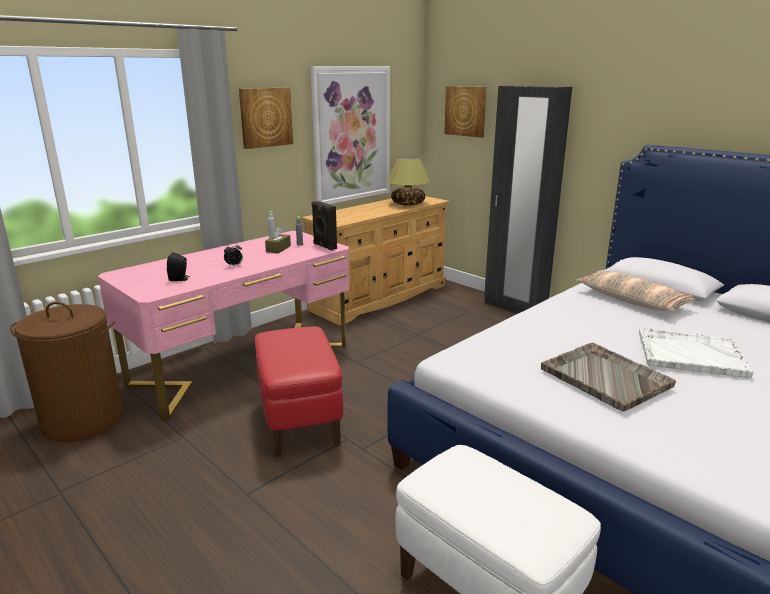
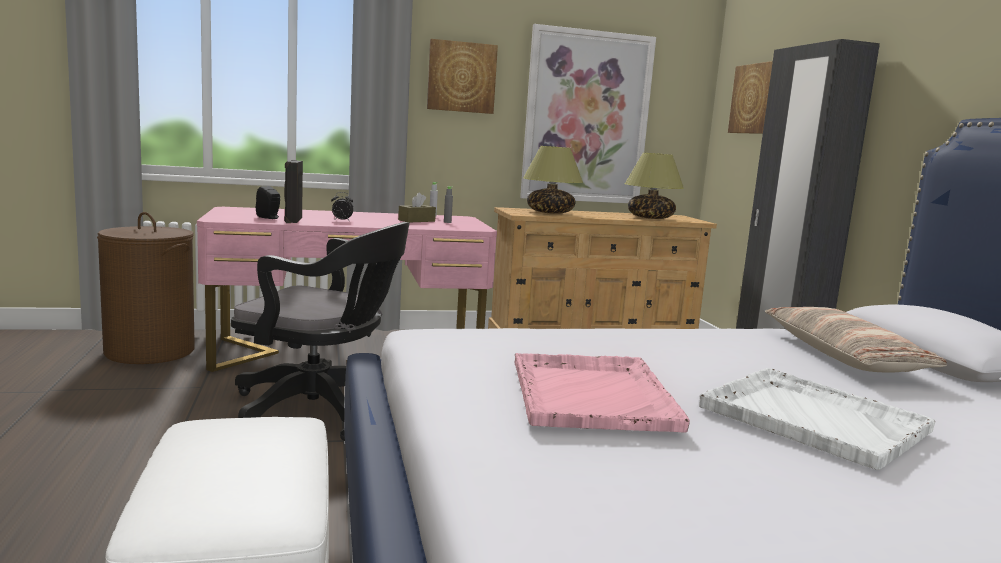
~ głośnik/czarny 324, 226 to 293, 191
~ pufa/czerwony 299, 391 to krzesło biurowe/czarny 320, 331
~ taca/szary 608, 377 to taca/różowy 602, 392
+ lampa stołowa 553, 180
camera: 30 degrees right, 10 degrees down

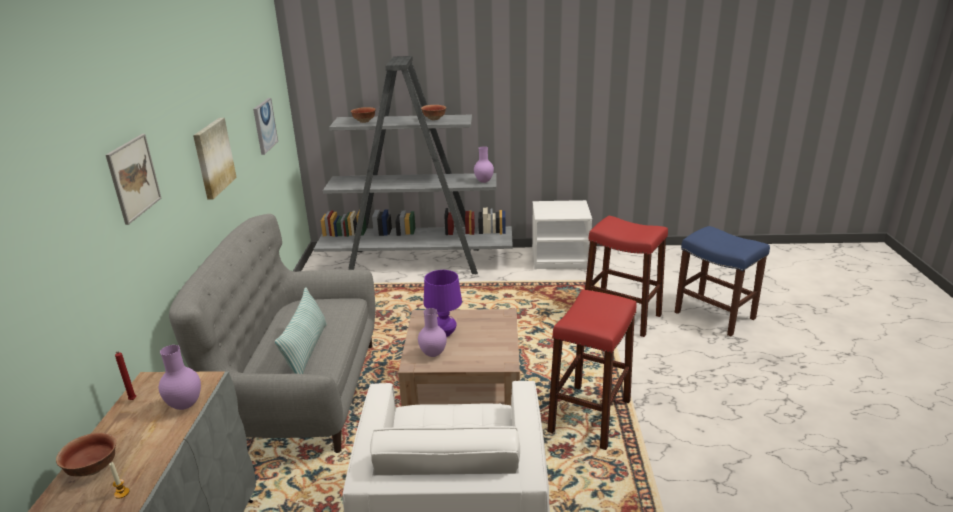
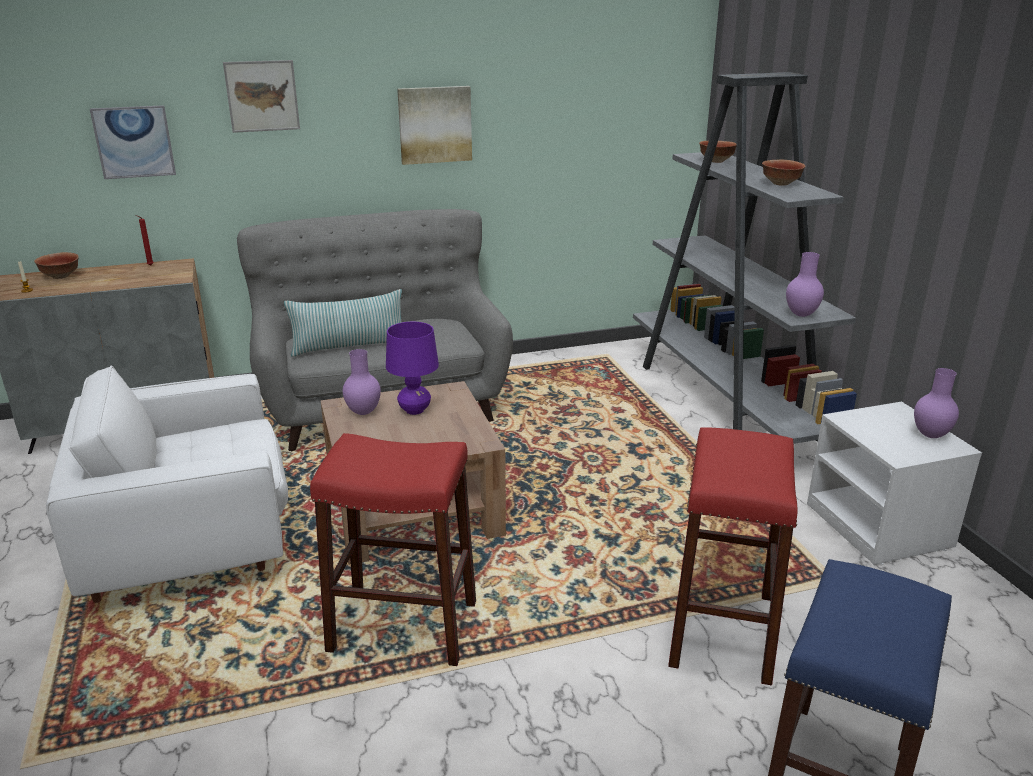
~ obraz 265, 126 to 133, 142
~ wazon/fioletowy 180, 377 to 936, 403
camera: 70 degrees right, 0 degrees up

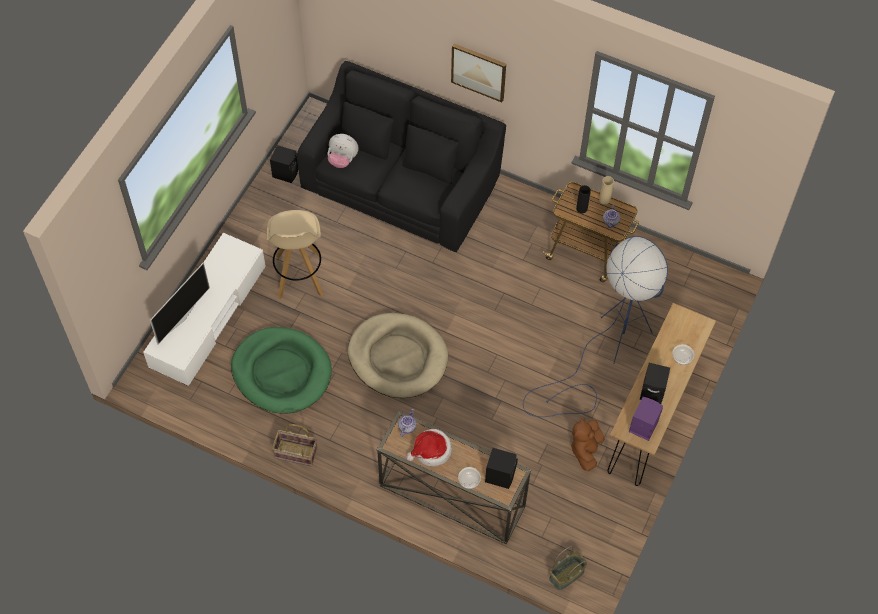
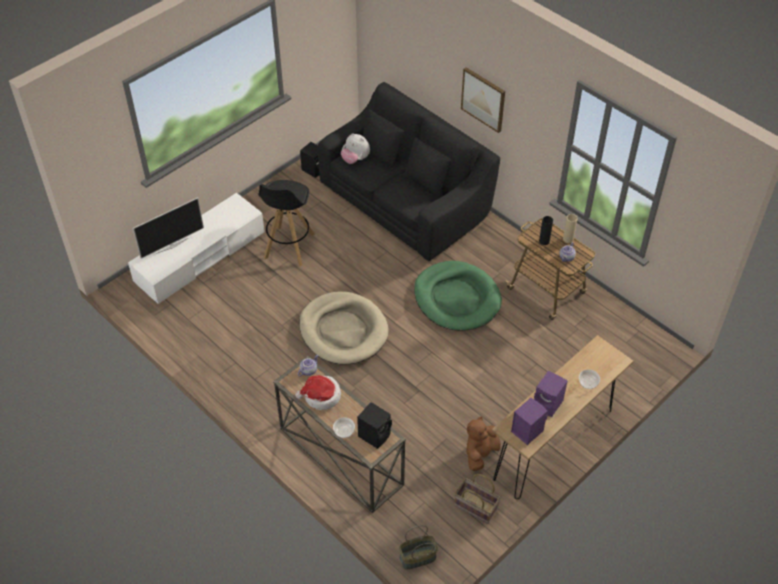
~ stołek/beżowy 295, 254 to stołek/czarny 287, 223
- lampa stojąca/niebieski 595, 326
~ legowisko/zielony 281, 370 to 458, 296
~ głośnik/czarny 655, 383 to głośnik/fioletowy 551, 393
~ koszyk 295, 445 to 477, 499
camera: 20 degrees right, 10 degrees down

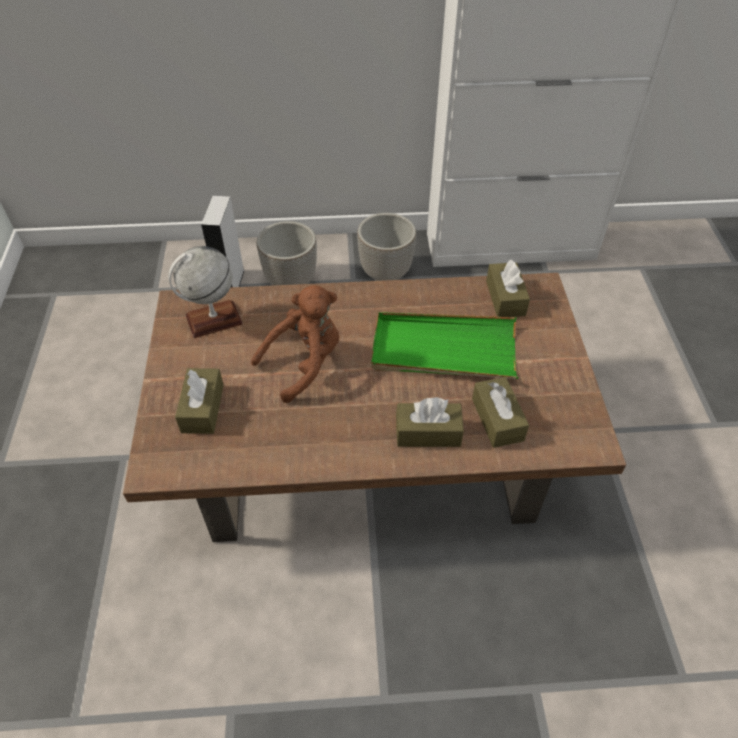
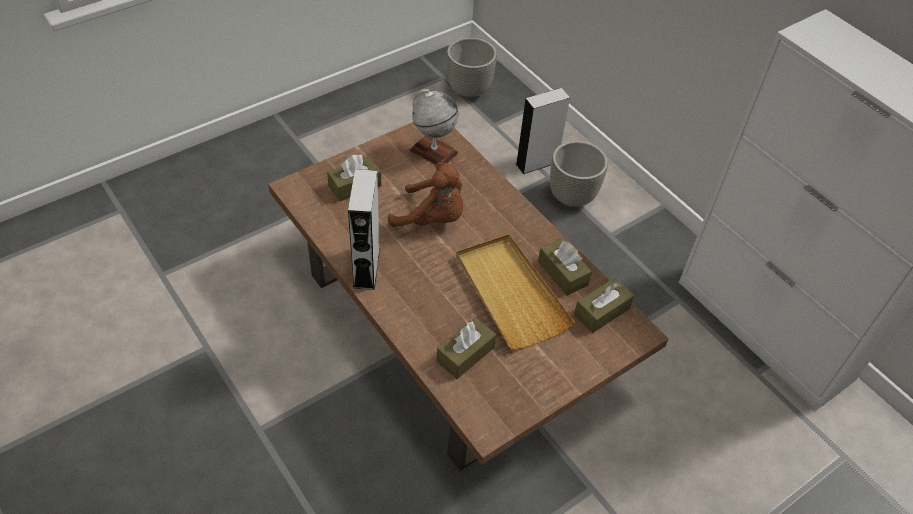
~ donica 386, 247 to 472, 68
~ taca/zielony 445, 345 to taca/beżowy 515, 292
~ pudełko chusteczek/brązowy 430, 422 to 565, 267
+ głośnik/szary 364, 229
camera: 55 degrees right, 0 degrees up

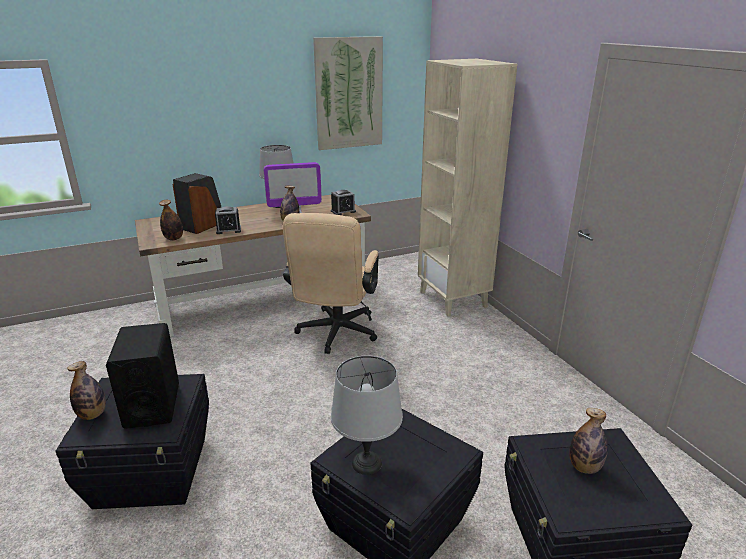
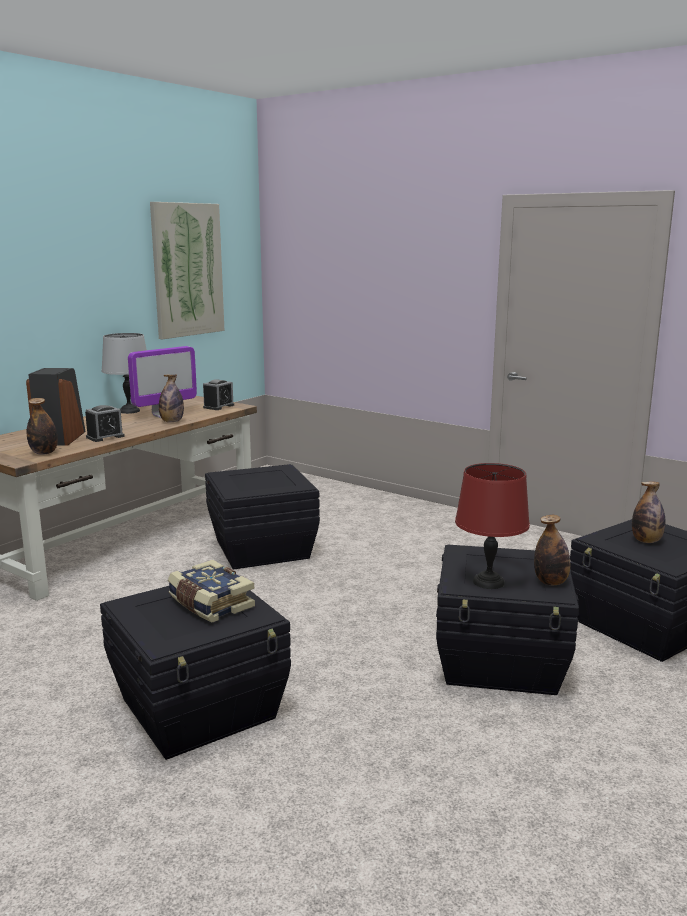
- regał/beżowy 467, 188
~ krzesło biurowe/beżowy 331, 283 to pojemnik do przechowywania/czarny 262, 517
~ głośnik/czarny 142, 376 to książka 211, 591
~ lampa stołowa/szary 367, 415 to lampa stołowa/czerwony 492, 526
~ butelka 86, 390 to 552, 550
camera: 30 degrees left, 10 degrees down

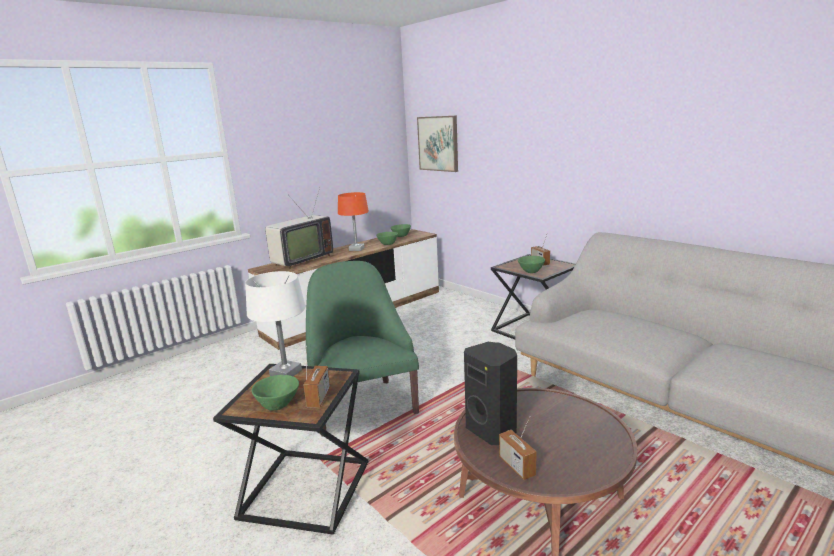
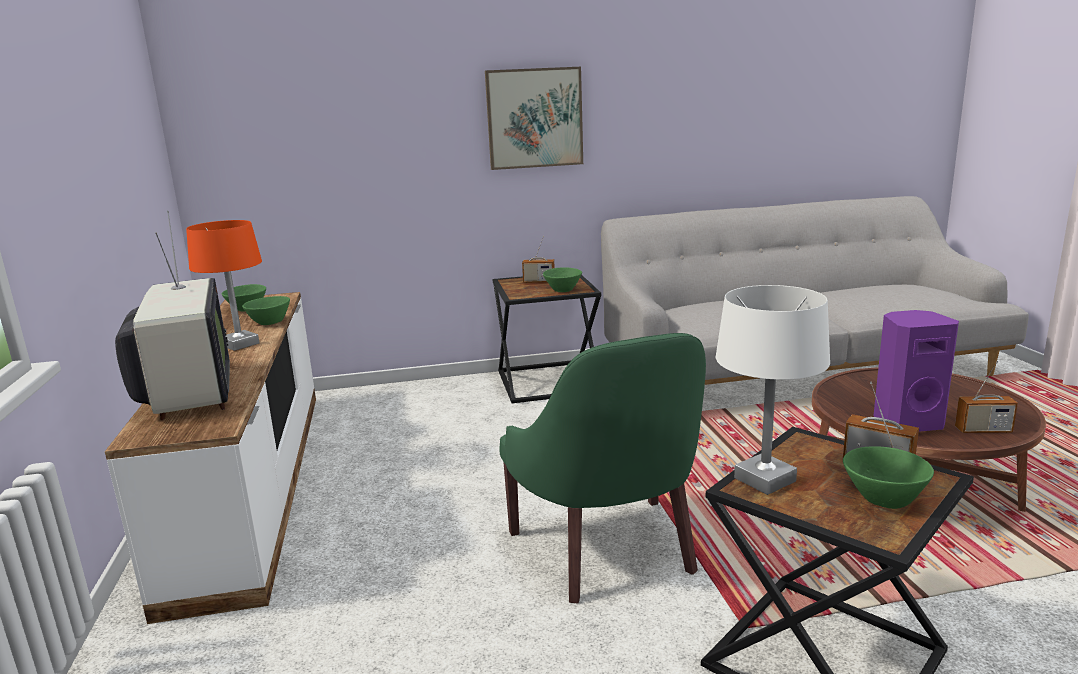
~ obraz 437, 143 to 534, 118
~ fotel/zielony 362, 349 = 602, 468 120 degrees counterclockwise
~ głośnik/czarny 490, 393 to głośnik/fioletowy 916, 371
camera: 60 degrees left, 0 degrees up

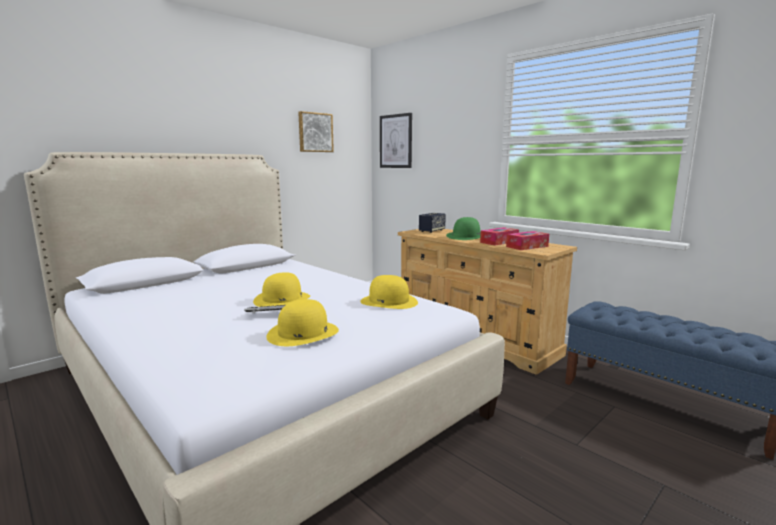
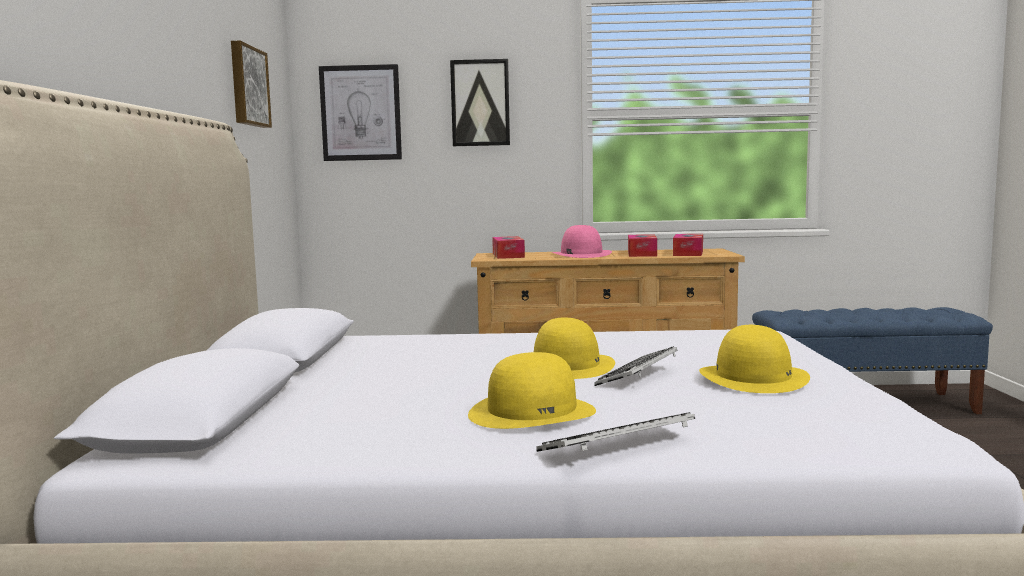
~ głośnik 432, 223 to pudełko chusteczek 508, 247
~ kapelusz/zielony 463, 228 to kapelusz/różowy 582, 241
~ kapelusz/żółty 389, 292 to 532, 390
+ obraz 480, 102
+ klawiatura 615, 432
camera: 45 degrees left, 5 degrees down

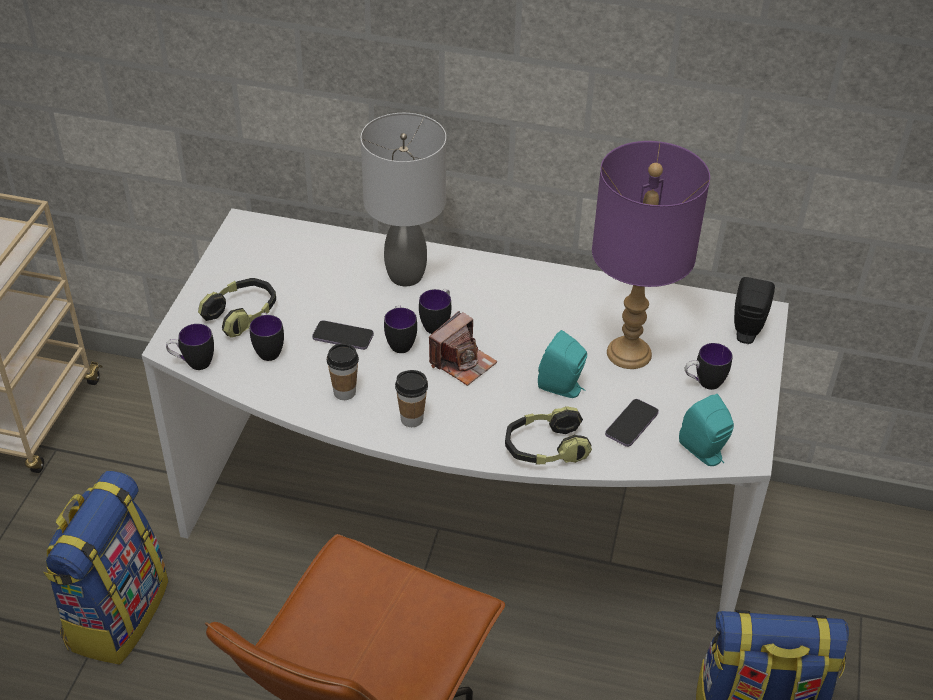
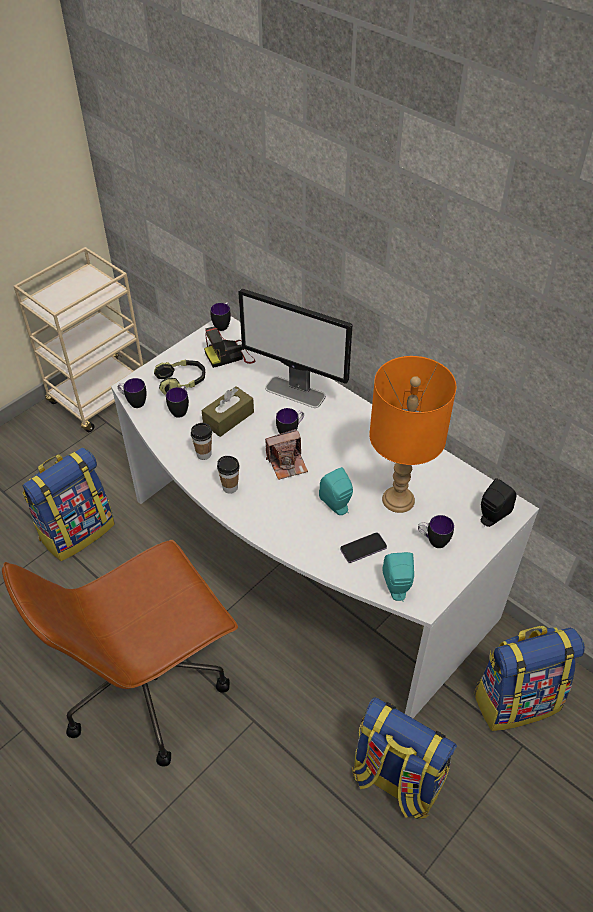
~ lampa stołowa/szary 403, 199 to monitor 295, 348
~ lampa stołowa/fioletowy 651, 255 to lampa stołowa/pomarańczowy 412, 434
~ kubek 400, 329 to 220, 316
~ telefon 343, 335 to pudełko chusteczek/brązowy 227, 411
- słuchawki 548, 435
+ aparat fotograficzny 229, 347
+ plecak 529, 678
camera: 30 degrees right, 5 degrees up

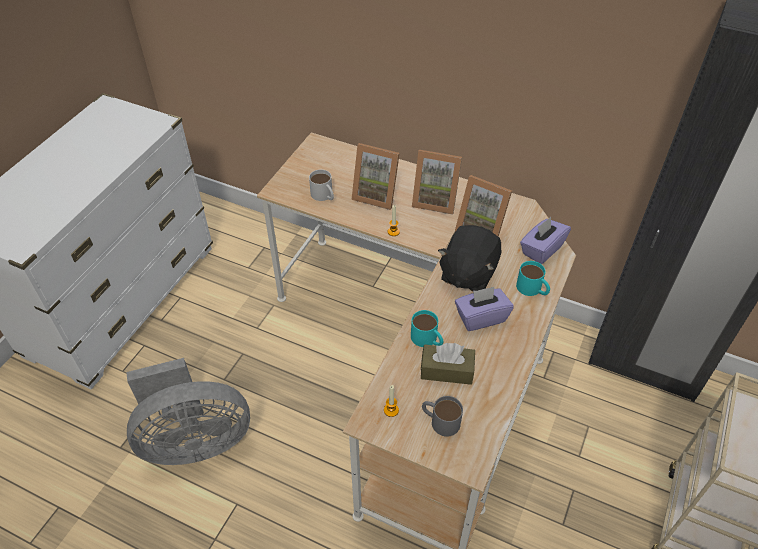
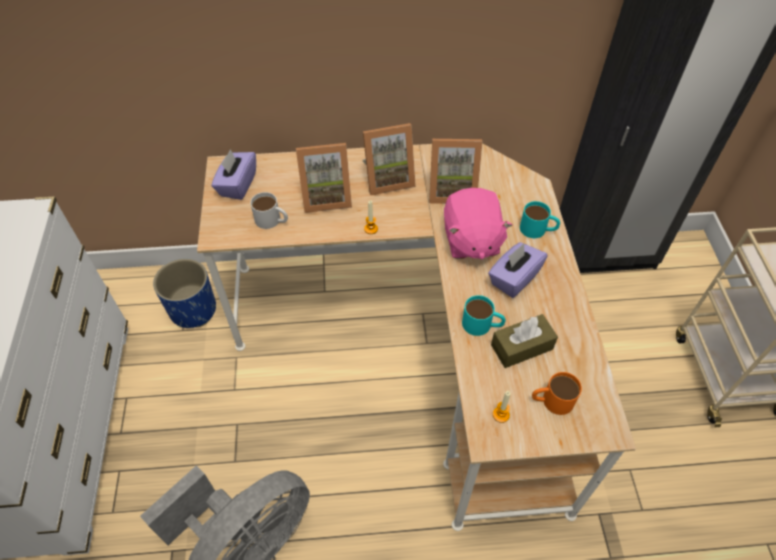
~ pudełko chusteczek/fioletowy 545, 240 to 233, 174
~ pluszak/czarny 470, 258 to pluszak/różowy 478, 223
~ kubek/szary 442, 416 to kubek/pomarańczowy 557, 393
+ donica/niebieski 184, 293
camera: 30 degrees left, 5 degrees up

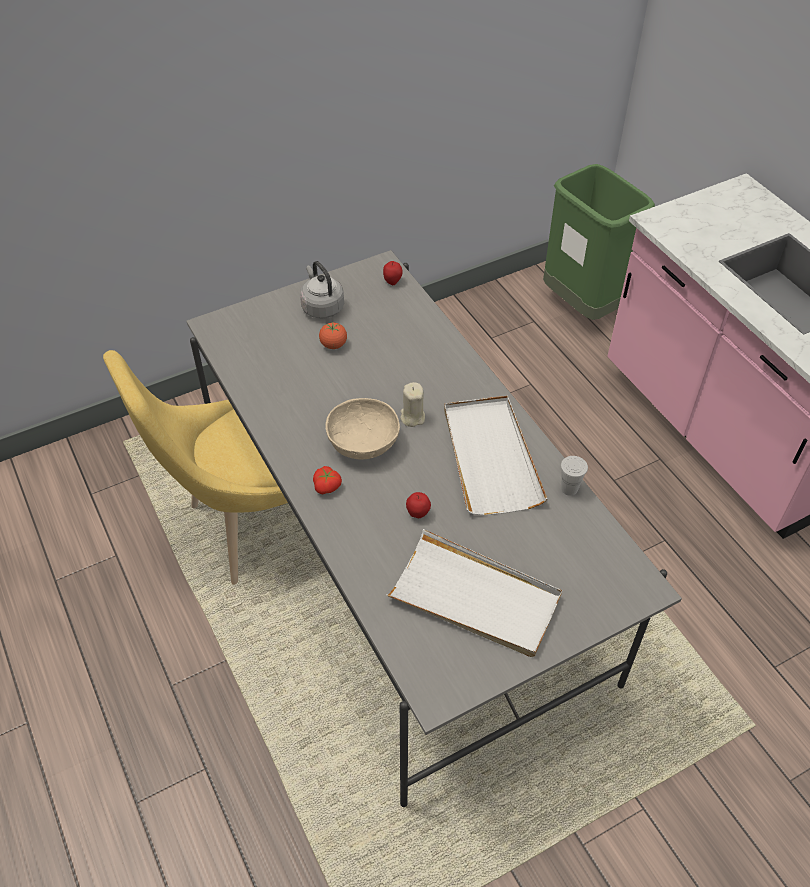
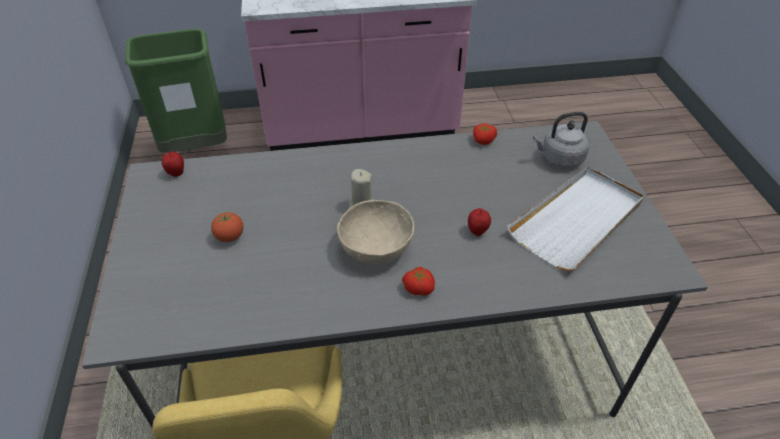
~ czajnik/szary 322, 290 to 561, 140
- taca/biały 495, 455
~ filiżanka/biały 574, 476 to pomidor 485, 134
camera: 70 degrees left, 5 degrees down

